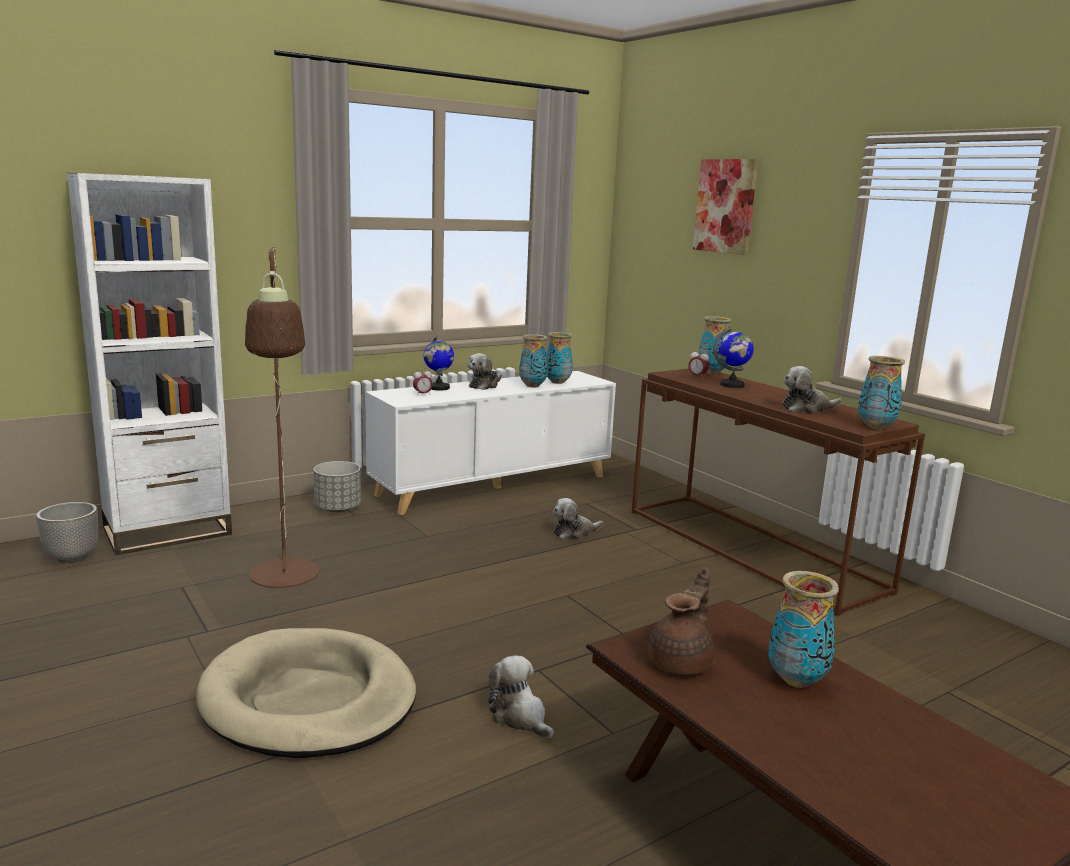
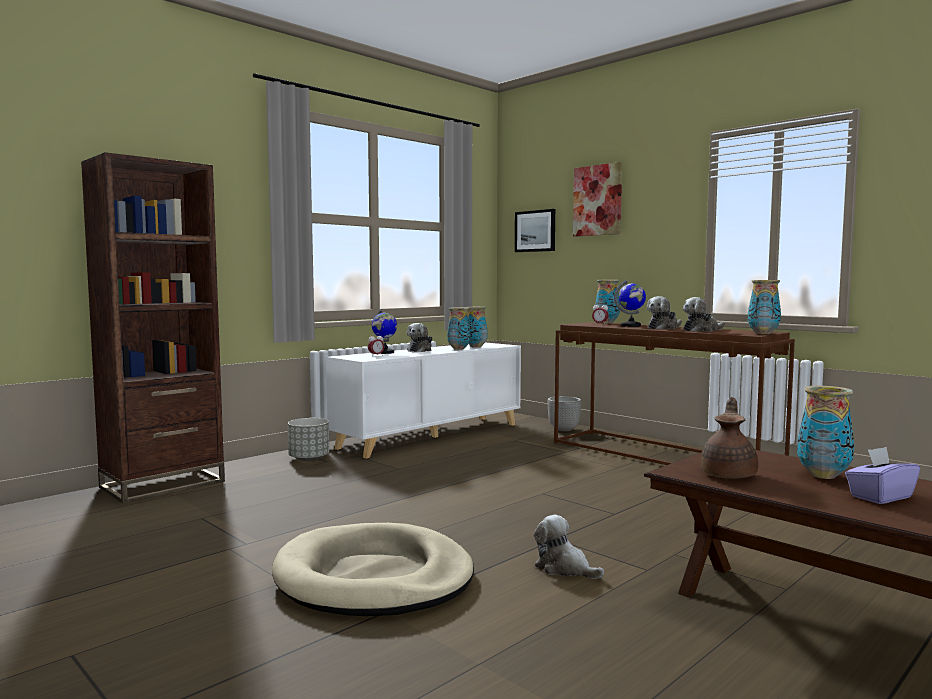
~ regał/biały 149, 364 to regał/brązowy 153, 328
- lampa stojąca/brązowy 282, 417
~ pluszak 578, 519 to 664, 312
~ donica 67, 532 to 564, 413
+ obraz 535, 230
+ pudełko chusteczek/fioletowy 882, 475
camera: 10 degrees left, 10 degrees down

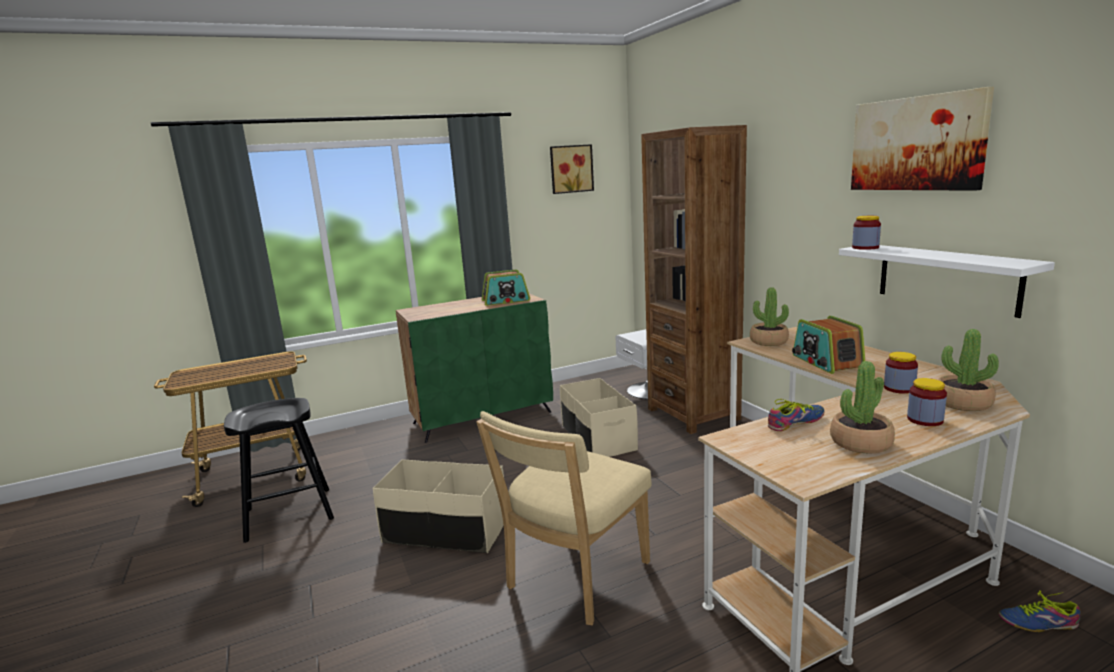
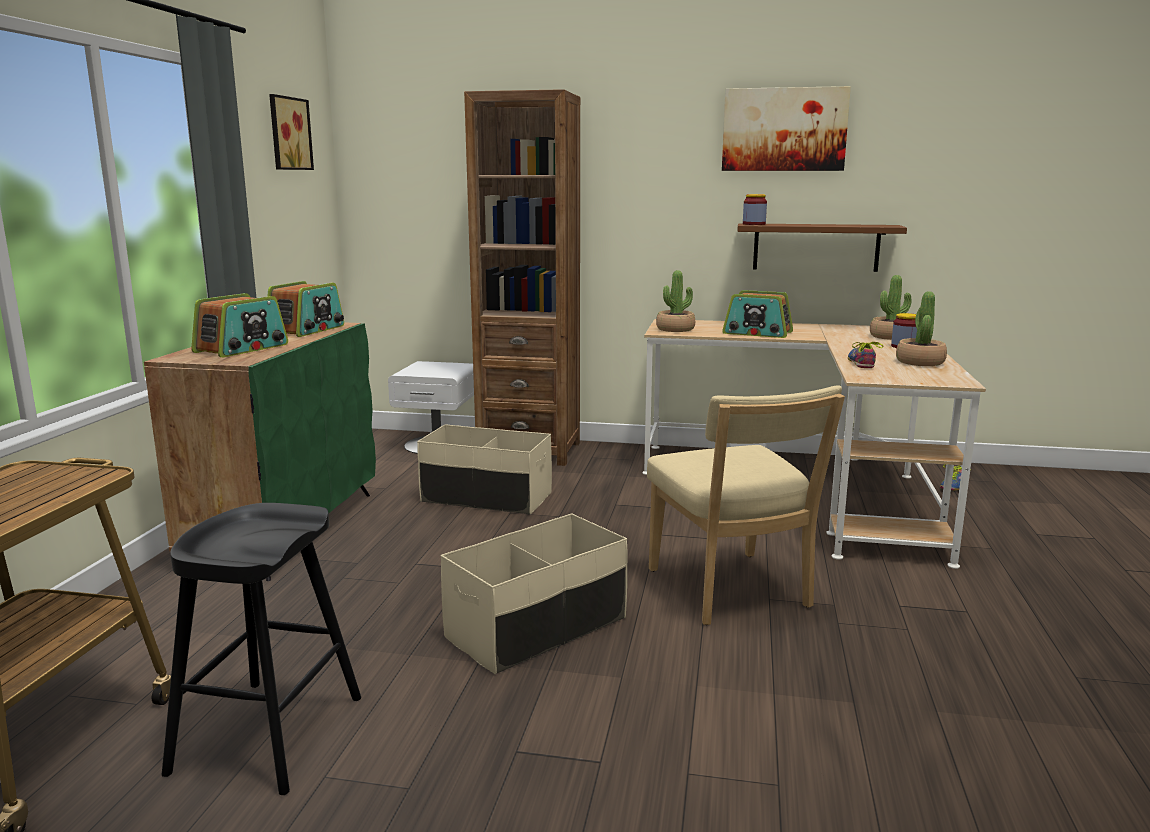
~ półka/biały 947, 281 to półka/brązowy 822, 247
- słoik 901, 373
+ radio 239, 325
camera: 55 degrees left, 0 degrees up

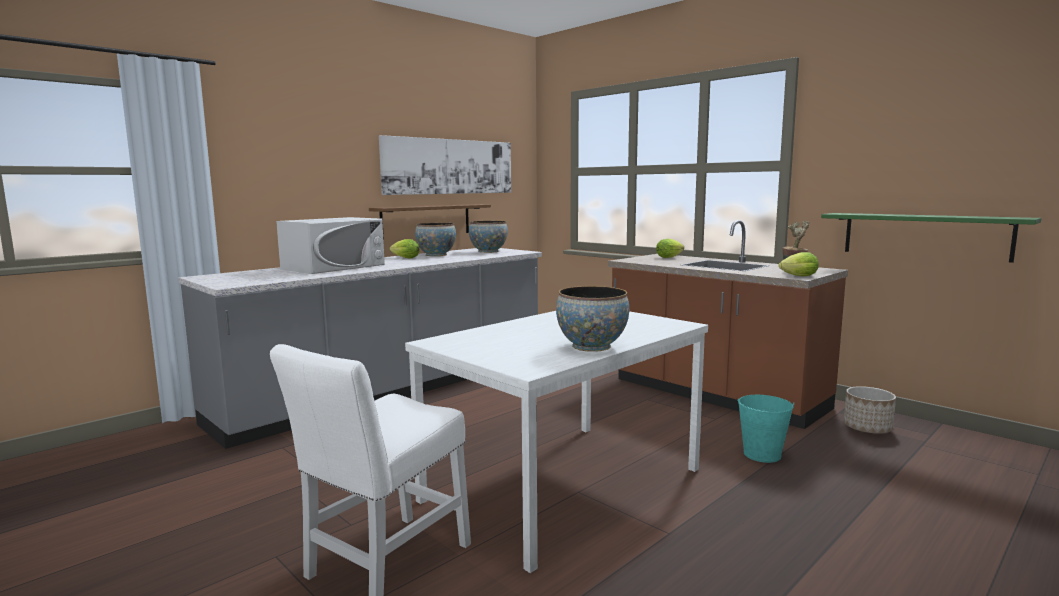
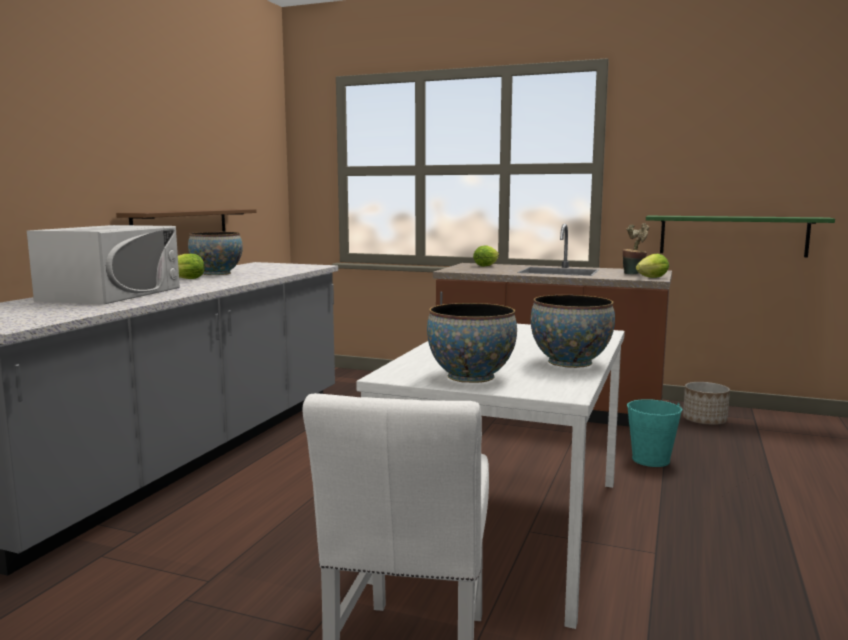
- obraz 445, 165
~ miska 488, 237 to 472, 343
camera: 25 degrees left, 0 degrees up

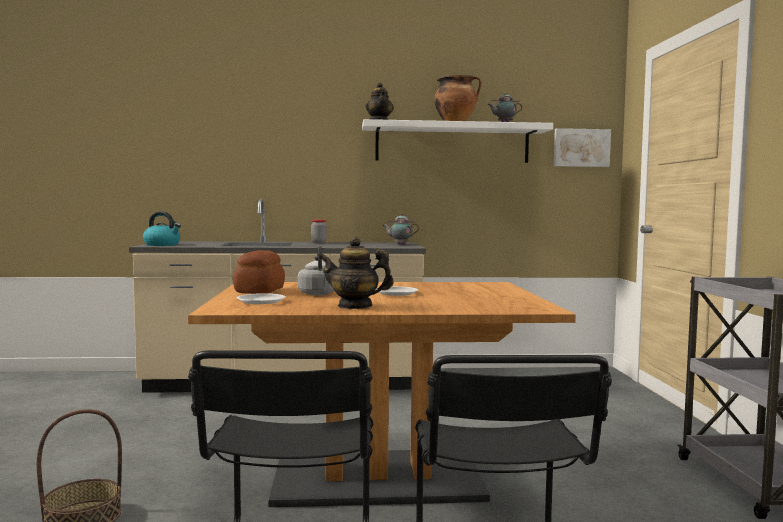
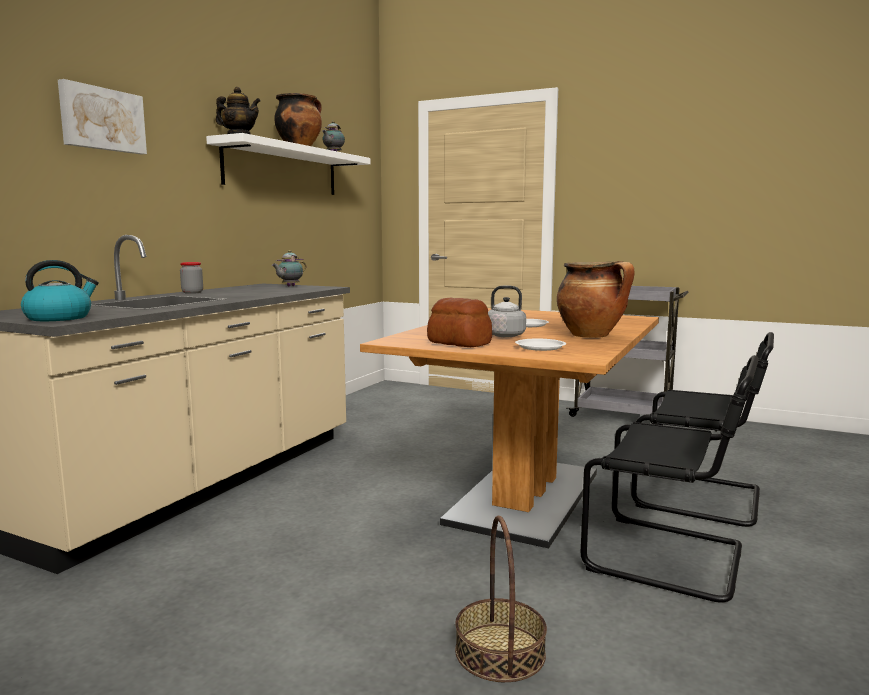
~ obraz 582, 147 to 102, 117
~ imbryk 356, 273 to garnek 596, 299
camera: 60 degrees left, 5 degrees up

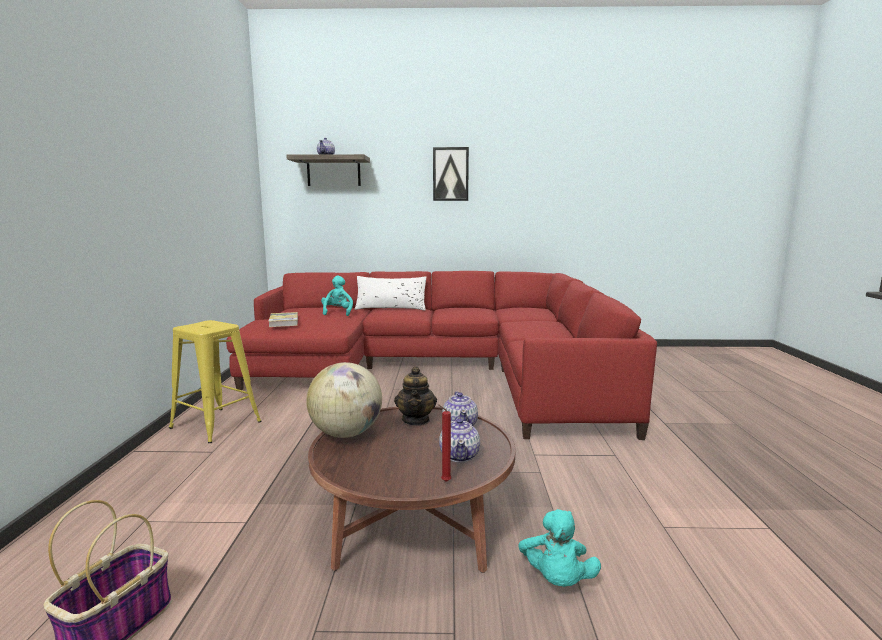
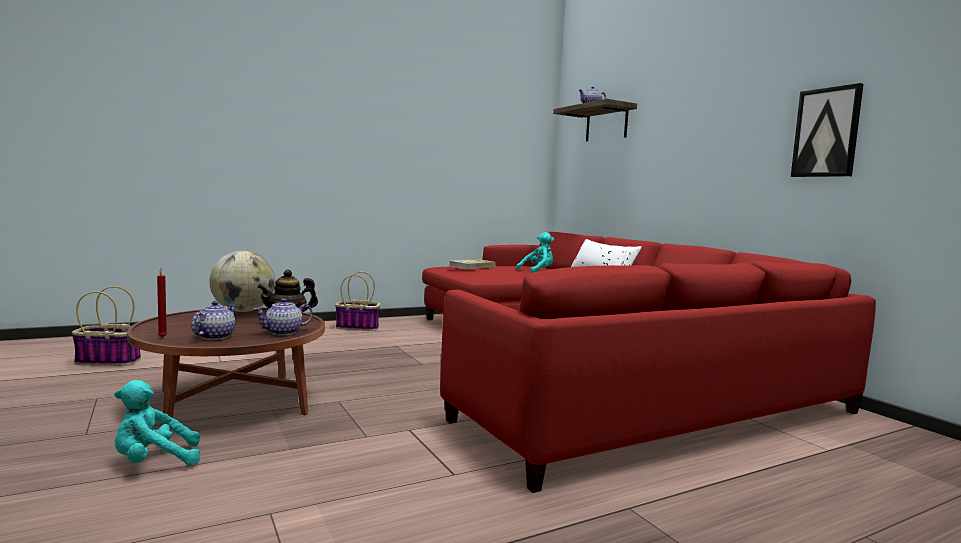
~ obraz 451, 174 to 827, 130
~ stołek/żółty 215, 381 to koszyk 357, 301
~ imbryk 459, 439 = 213, 320 135 degrees clockwise
camera: 60 degrees right, 5 degrees down

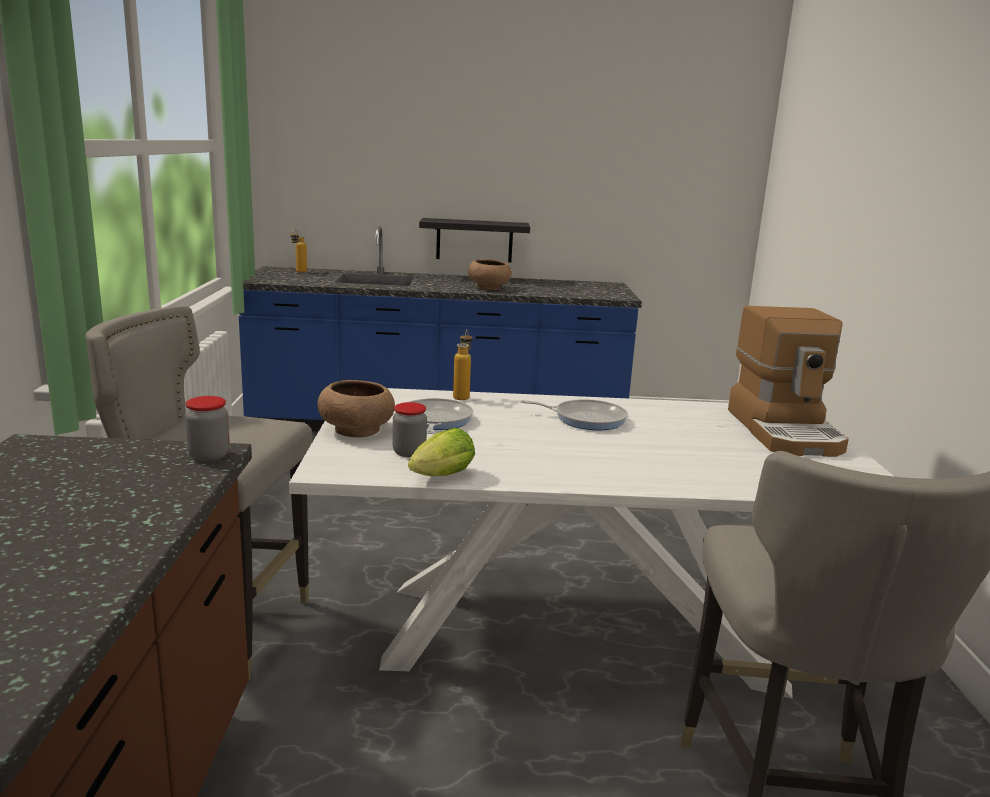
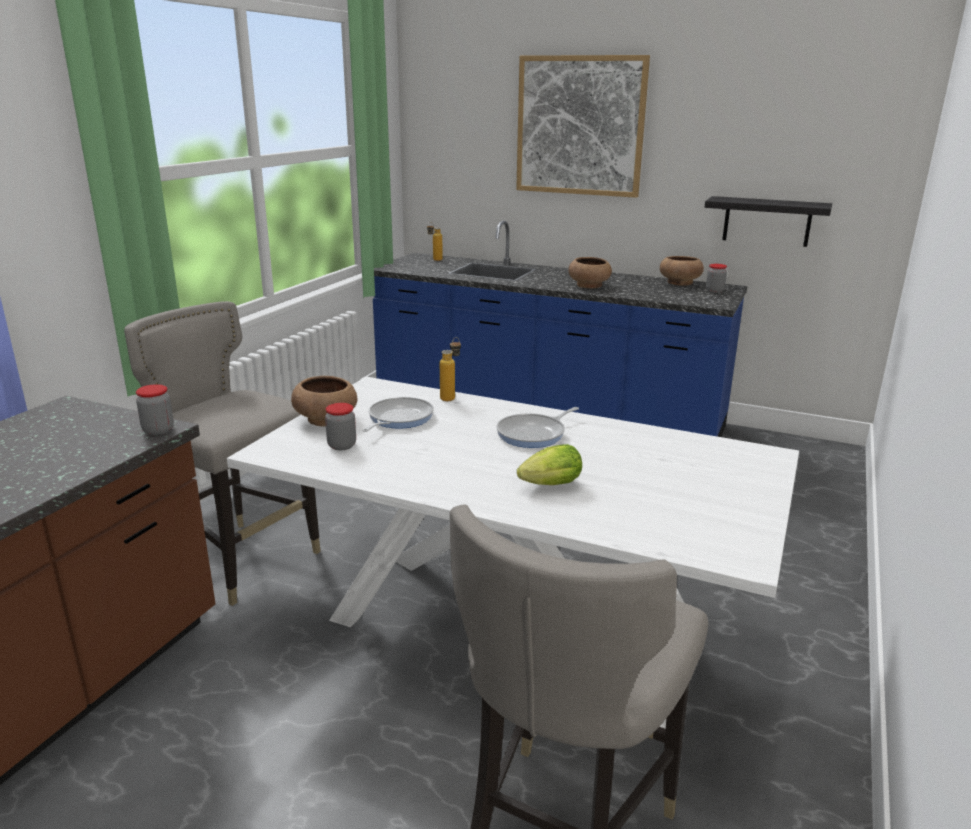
~ półka/czarny 474, 240 to 768, 221
- ekspres do kawy 788, 381
~ patelnia 574, 414 = 537, 427 105 degrees clockwise
~ sałata 441, 452 to 549, 464
+ obraz 583, 126
+ miska/brązowy 682, 271
+ słoik 716, 278
camera: 25 degrees right, 5 degrees up

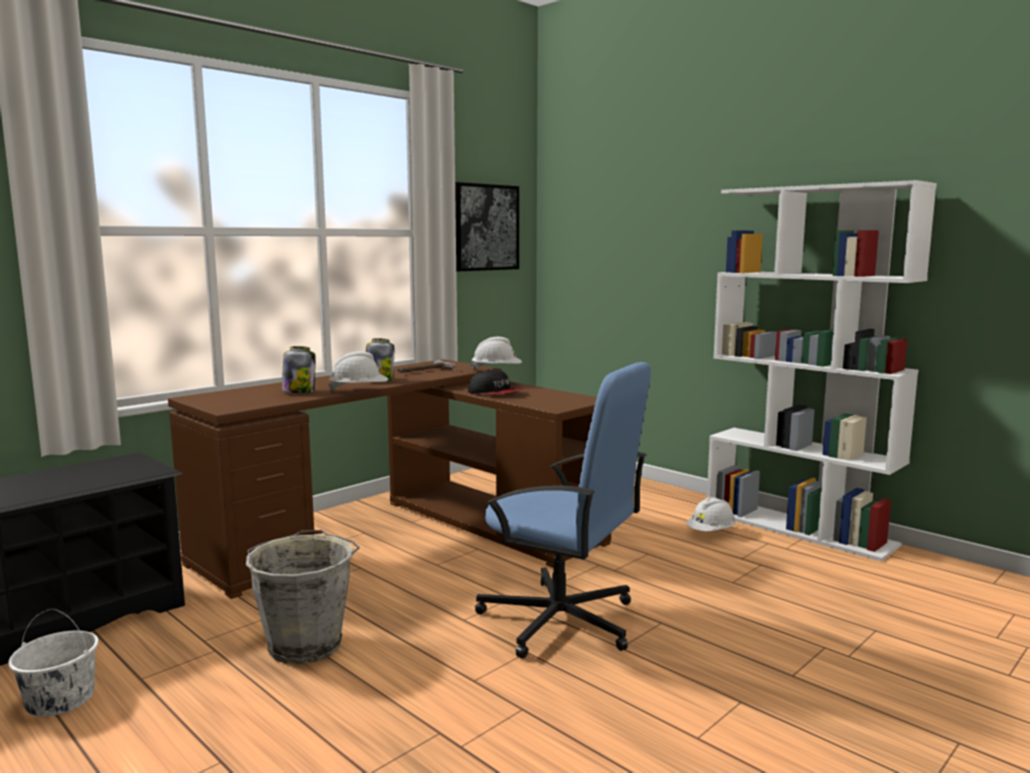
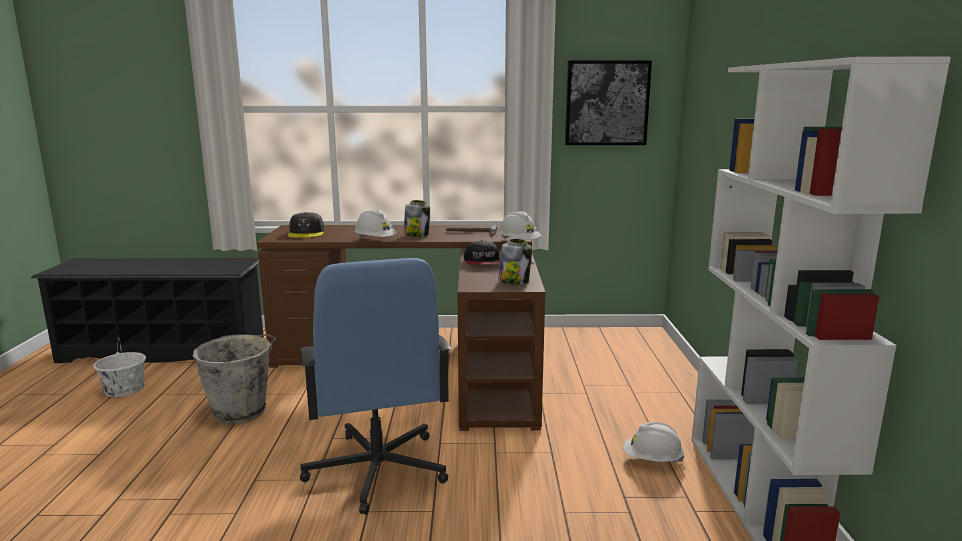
~ słoik 299, 369 to 515, 262
+ czapka z daszkiem/szary 306, 225
camera: 45 degrees right, 5 degrees up

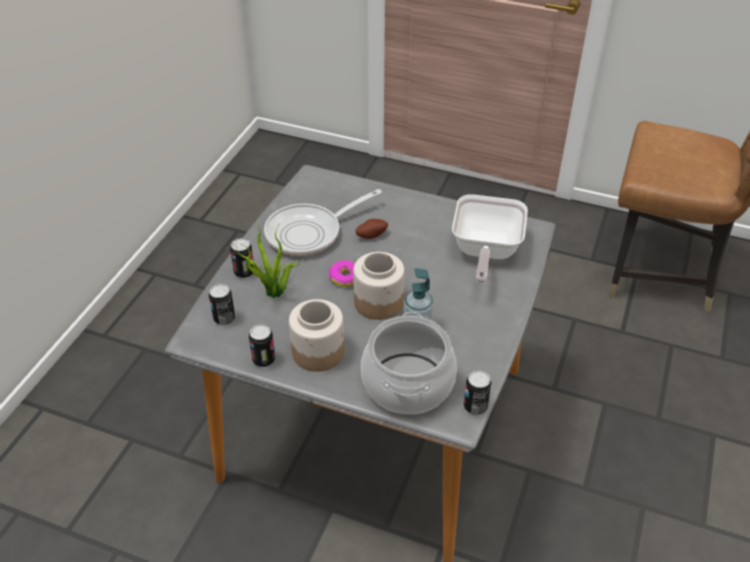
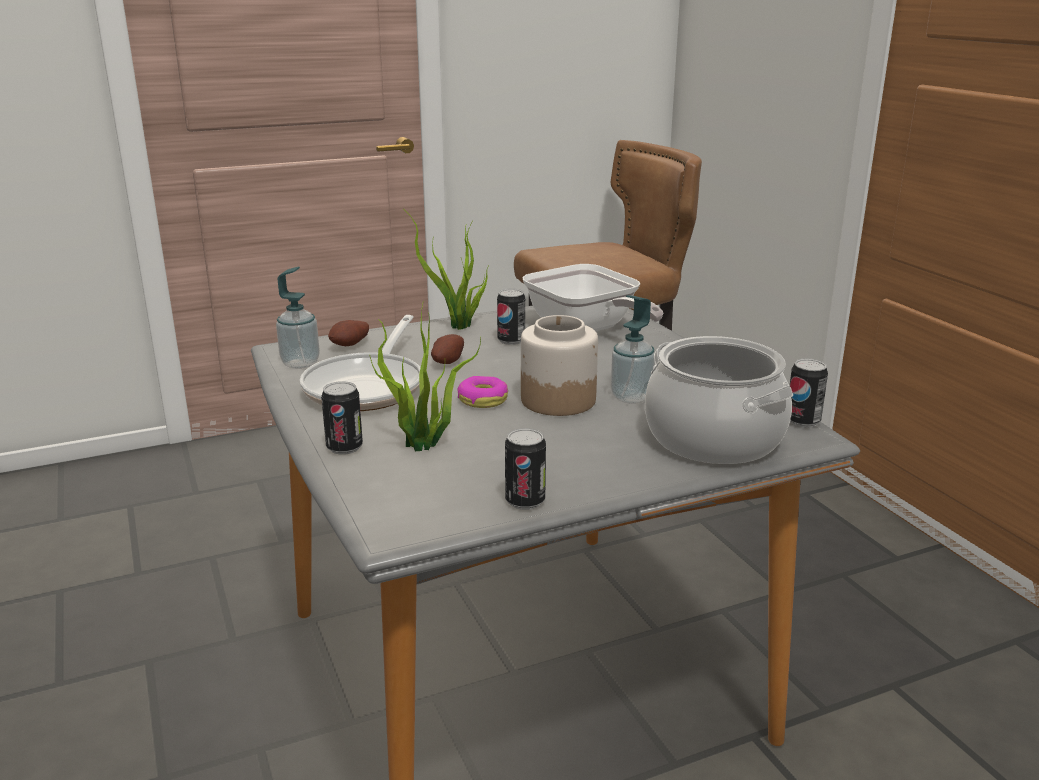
~ puszka 222, 304 to 511, 317
- słoik 316, 335
+ roślina doniczkowa 446, 269
+ dozownik mydła 298, 317
+ ziemniak 348, 333
camera: 45 degrees left, 20 degrees down

